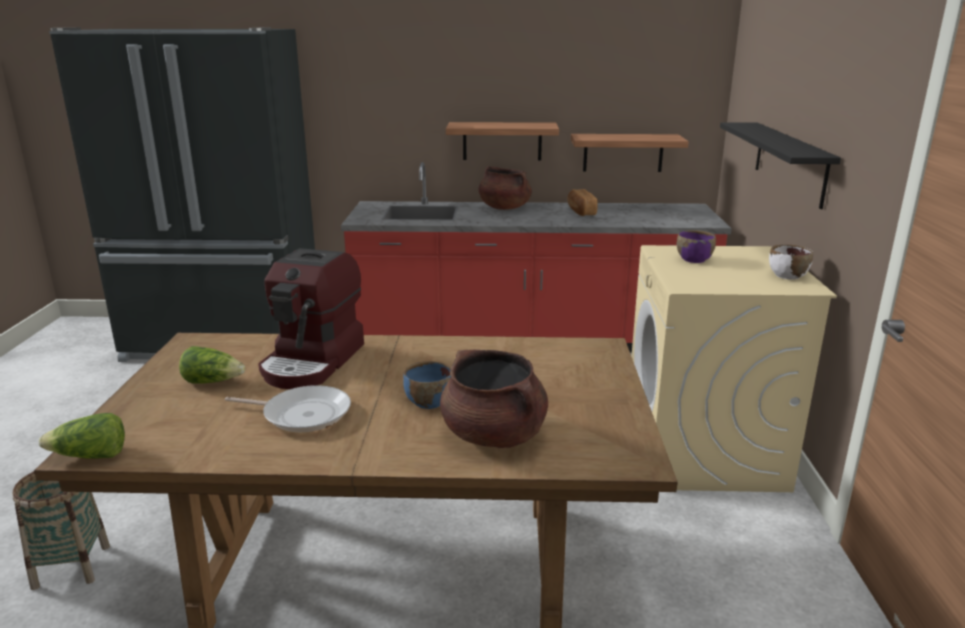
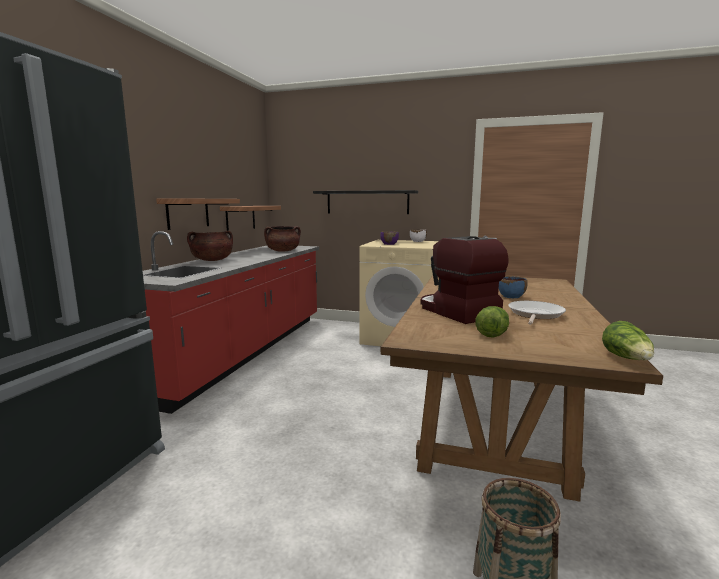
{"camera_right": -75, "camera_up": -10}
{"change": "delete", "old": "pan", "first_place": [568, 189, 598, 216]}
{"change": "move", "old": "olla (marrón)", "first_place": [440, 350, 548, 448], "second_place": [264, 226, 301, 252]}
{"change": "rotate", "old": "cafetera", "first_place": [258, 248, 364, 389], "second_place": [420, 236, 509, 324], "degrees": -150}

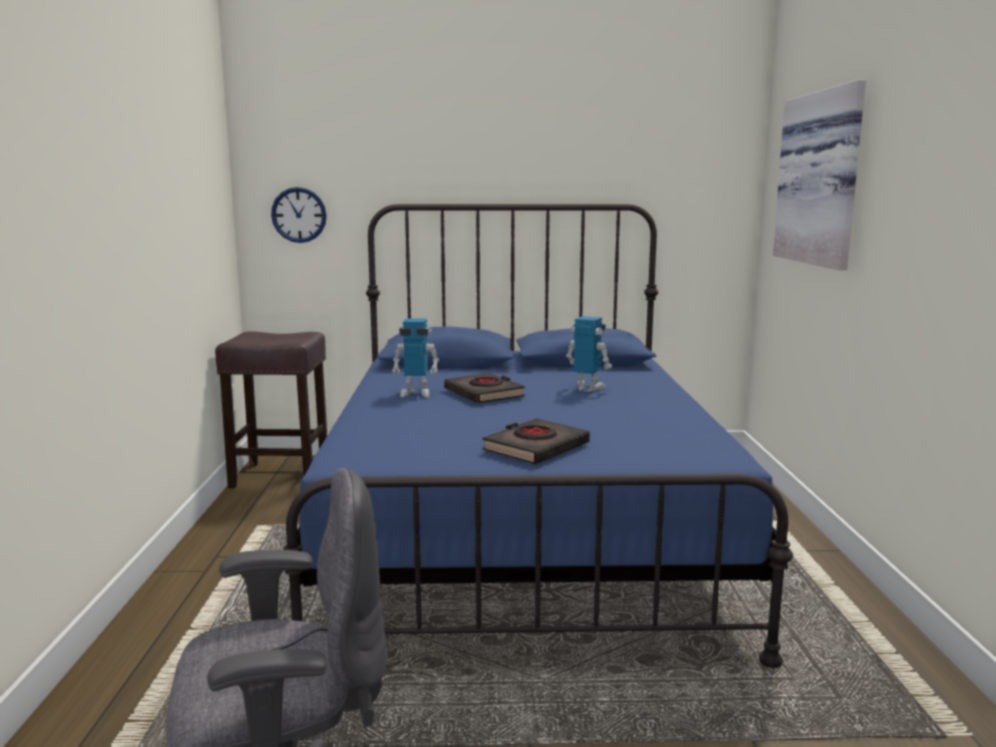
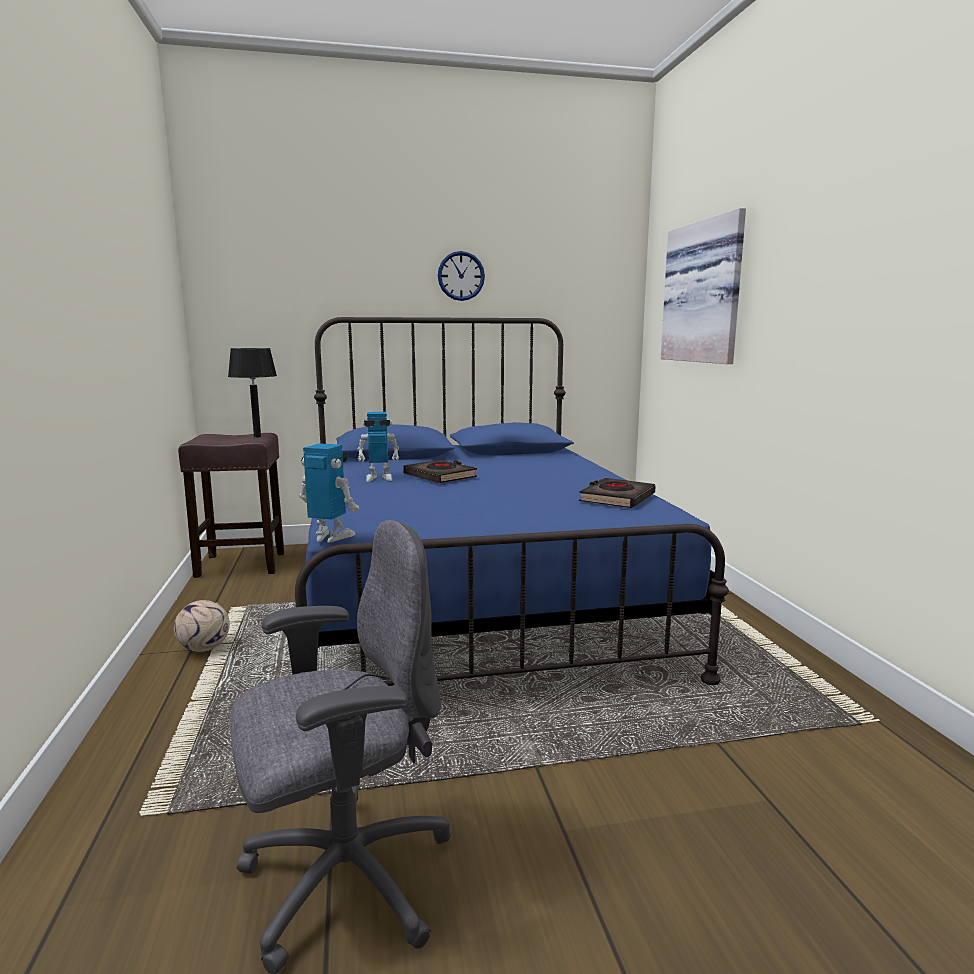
{"camera_right": -10, "camera_up": 0}
{"change": "insert", "new": "balón de fútbol", "second_place": [174, 600, 230, 652]}
{"change": "insert", "new": "lámpara de mesa (negro)", "second_place": [228, 348, 277, 437]}
{"change": "move", "old": "reloj de pared", "first_place": [271, 187, 327, 243], "second_place": [438, 251, 485, 301]}
{"change": "move", "old": "libro (negro)", "first_place": [482, 418, 590, 464], "second_place": [579, 478, 656, 508]}
{"change": "move", "old": "robot de juguete", "first_place": [566, 316, 612, 392], "second_place": [299, 443, 359, 543]}

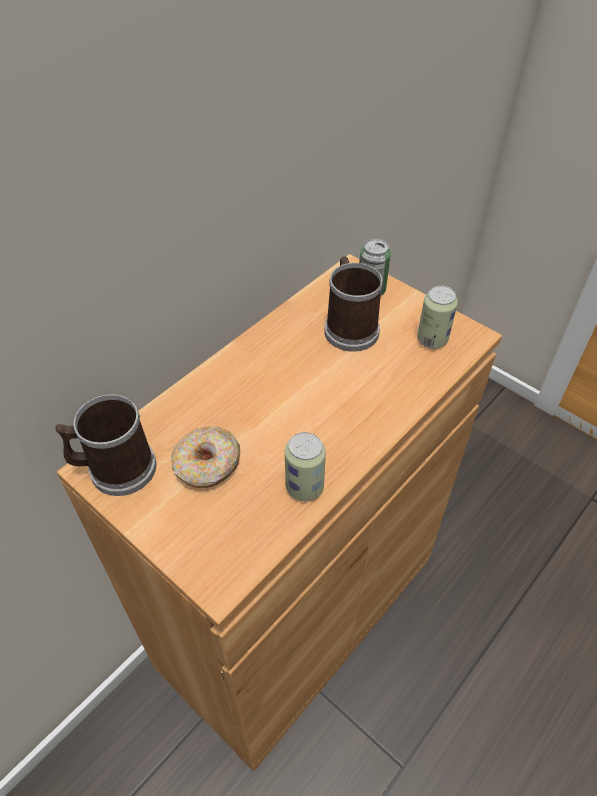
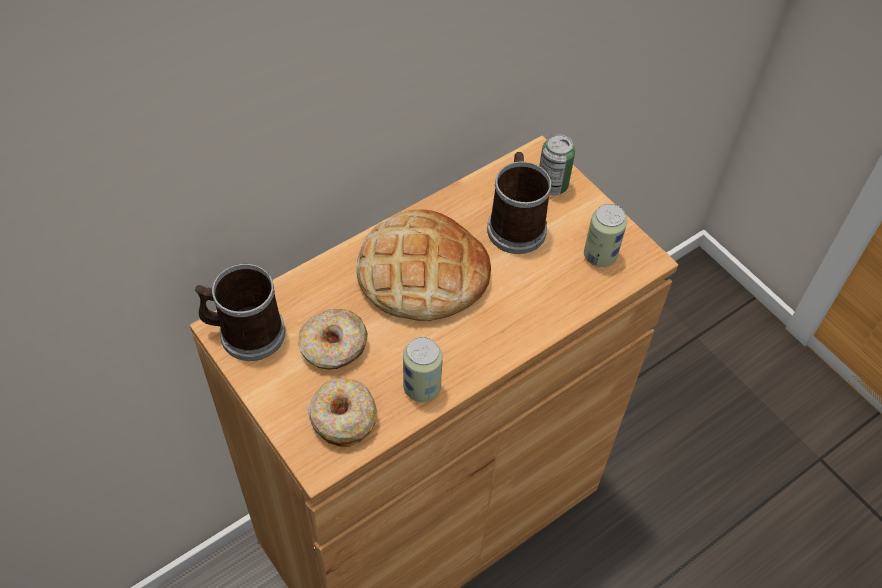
{"camera_right": 10, "camera_up": 5}
{"change": "insert", "new": "rosquilla", "second_place": [308, 378, 377, 447]}
{"change": "insert", "new": "pan", "second_place": [356, 210, 491, 321]}

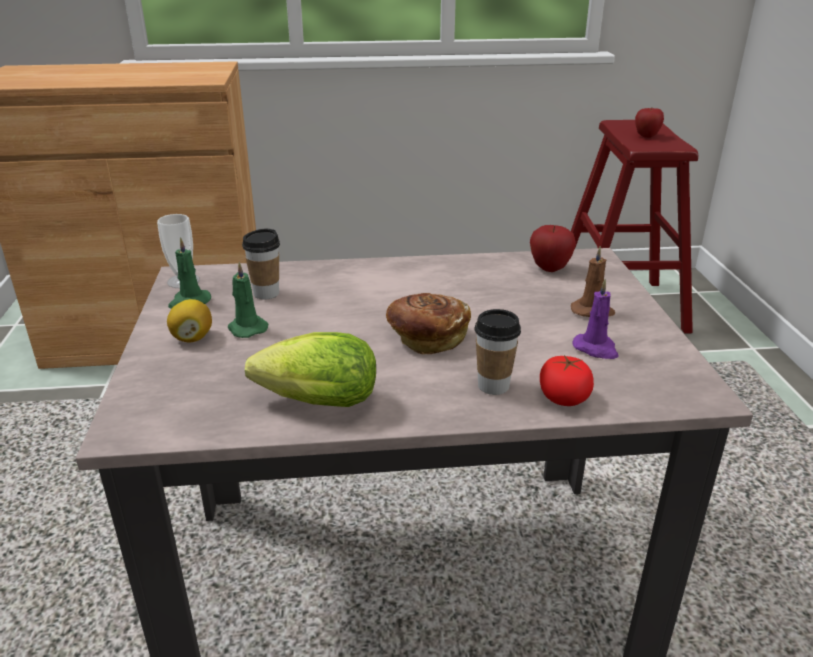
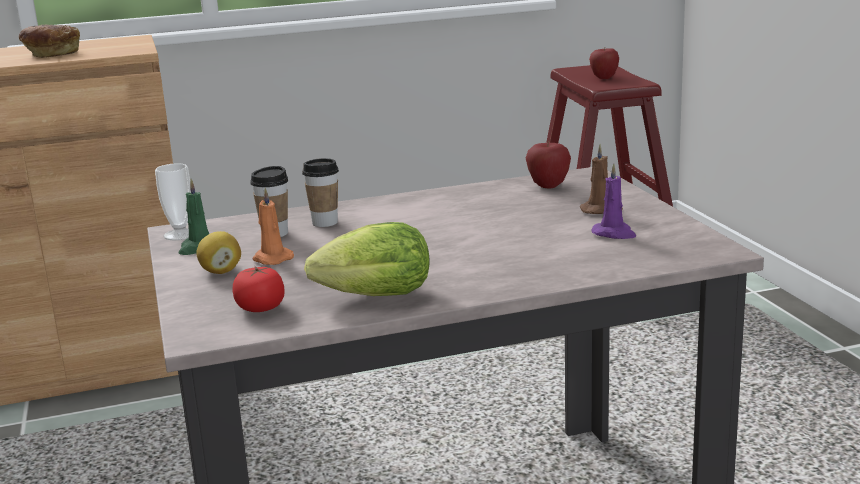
{"camera_right": -10, "camera_up": -10}
{"change": "move", "old": "pan", "first_place": [386, 293, 471, 355], "second_place": [19, 25, 80, 58]}
{"change": "move", "old": "taza", "first_place": [474, 309, 521, 395], "second_place": [302, 158, 339, 227]}
{"change": "move", "old": "tomate", "first_place": [540, 355, 594, 406], "second_place": [233, 266, 285, 312]}
{"change": "recolor", "old": "vela (verde)", "new": "vela (naranja)", "first_place": [228, 262, 268, 338], "second_place": [252, 188, 294, 265]}

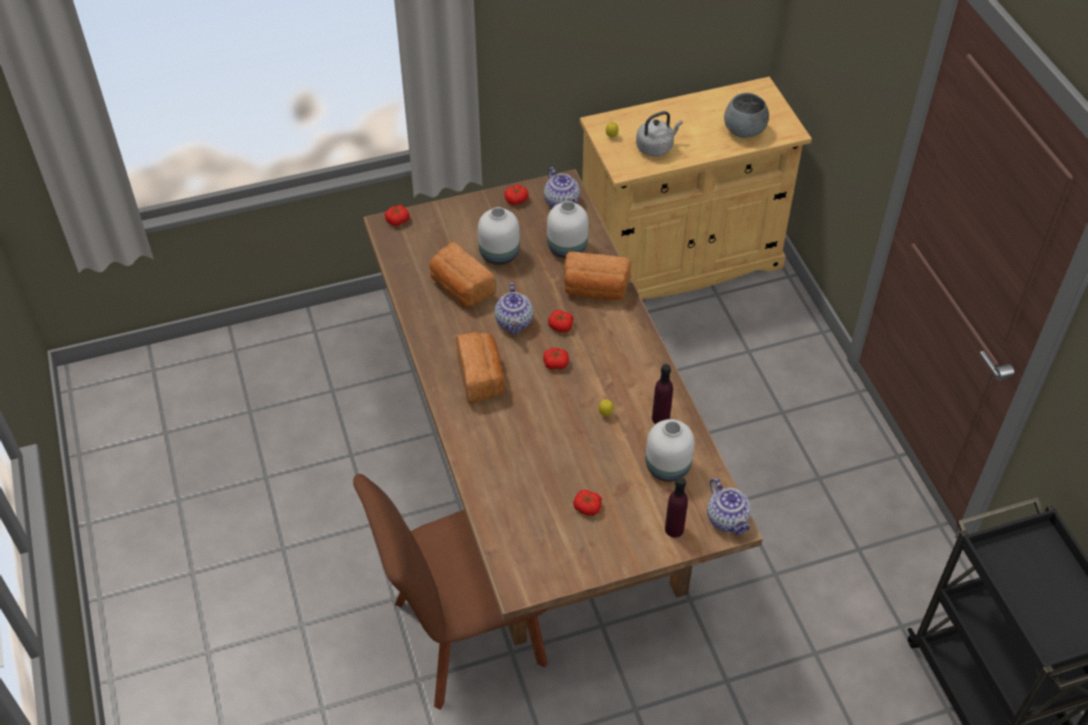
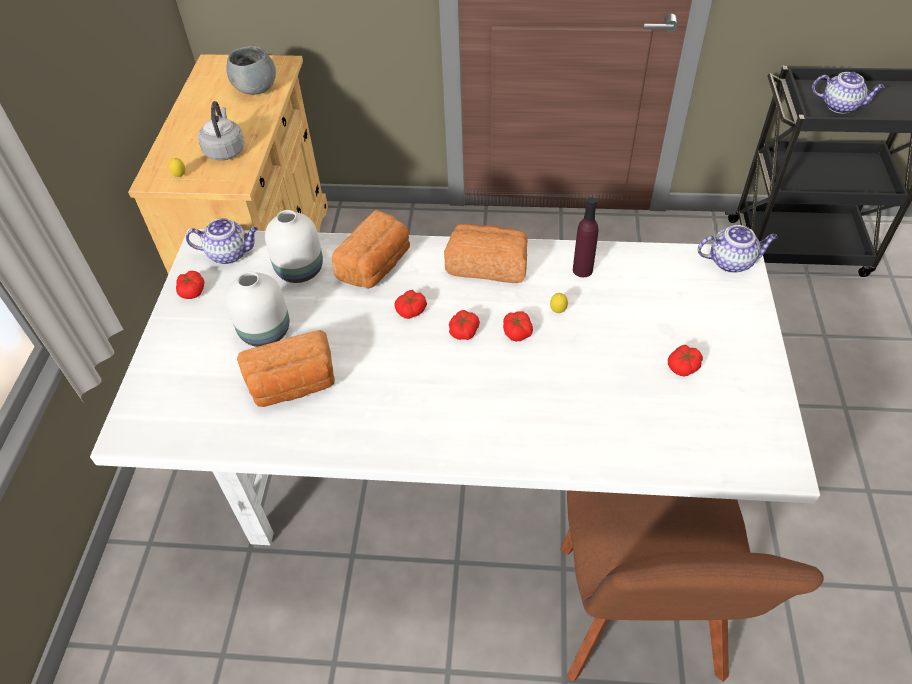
{"camera_right": -65, "camera_up": 0}
{"change": "delete", "old": "florero (blanco)", "first_place": [646, 419, 695, 482]}
{"change": "delete", "old": "botella (morado)", "first_place": [665, 477, 688, 538]}
{"change": "move", "old": "tomate", "first_place": [385, 205, 409, 226], "second_place": [503, 311, 533, 341]}
{"change": "move", "old": "pan", "first_place": [456, 332, 504, 404], "second_place": [444, 224, 528, 283]}
{"change": "move", "old": "tetera", "first_place": [494, 283, 533, 334], "second_place": [812, 72, 885, 113]}
{"change": "recolor", "old": "mesa de comedor (marrón)", "new": "mesa de comedor (blanco)", "first_place": [363, 169, 763, 645], "second_place": [90, 229, 820, 545]}

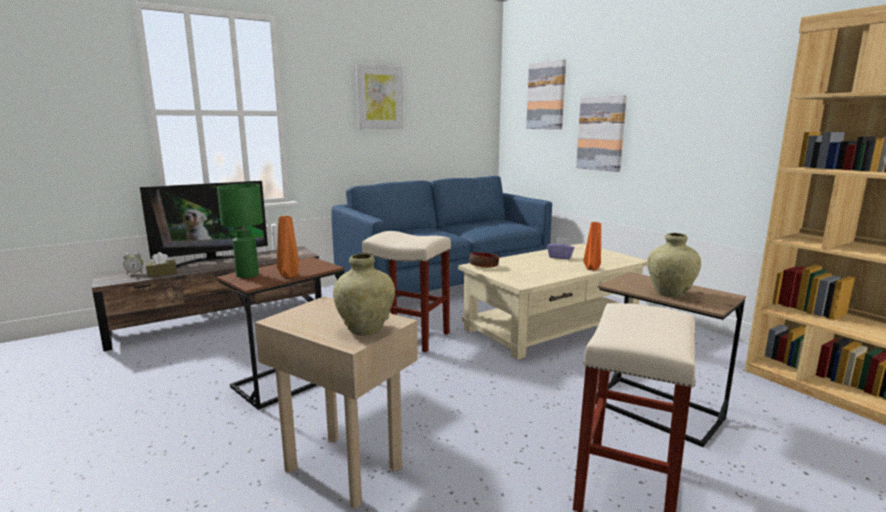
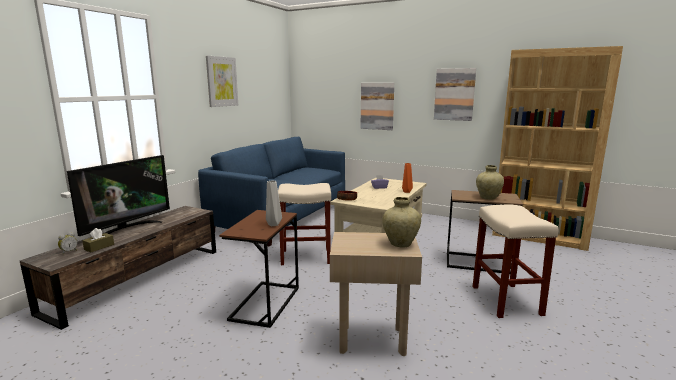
{"camera_right": -30, "camera_up": 0}
{"change": "delete", "old": "lámpara de mesa (verde)", "first_place": [217, 184, 263, 278]}
{"change": "move", "old": "cuadro", "first_place": [526, 59, 566, 129], "second_place": [434, 68, 476, 121]}
{"change": "recolor", "old": "florero (naranja)", "new": "florero (gris)", "first_place": [277, 216, 299, 278], "second_place": [266, 180, 282, 226]}

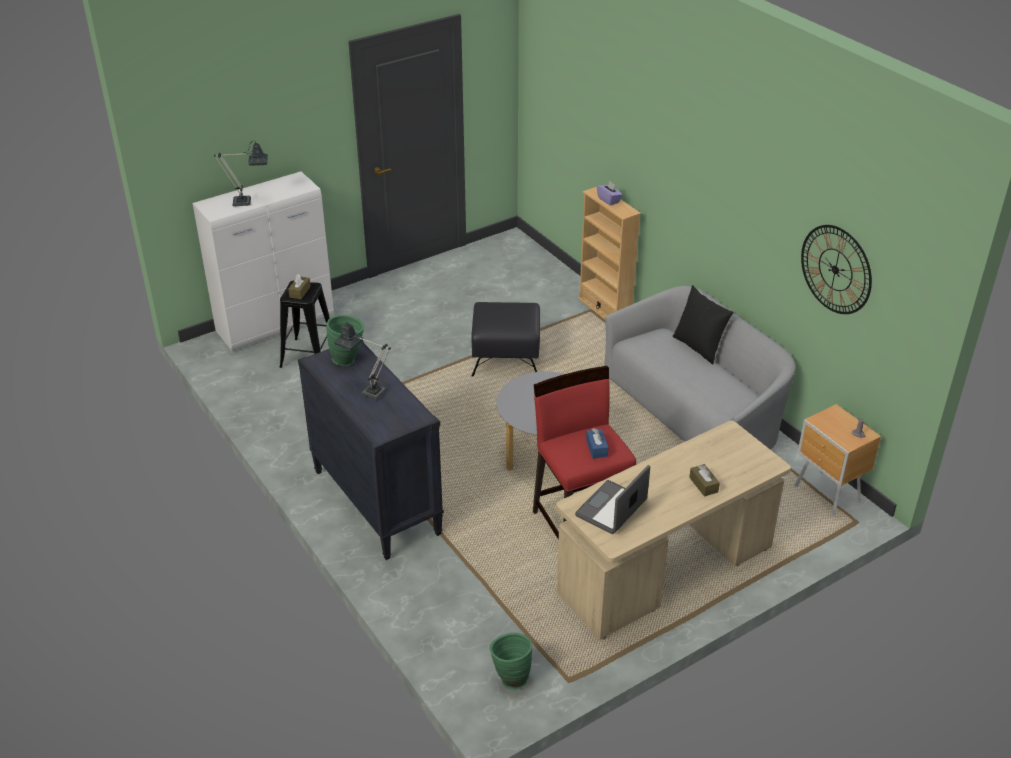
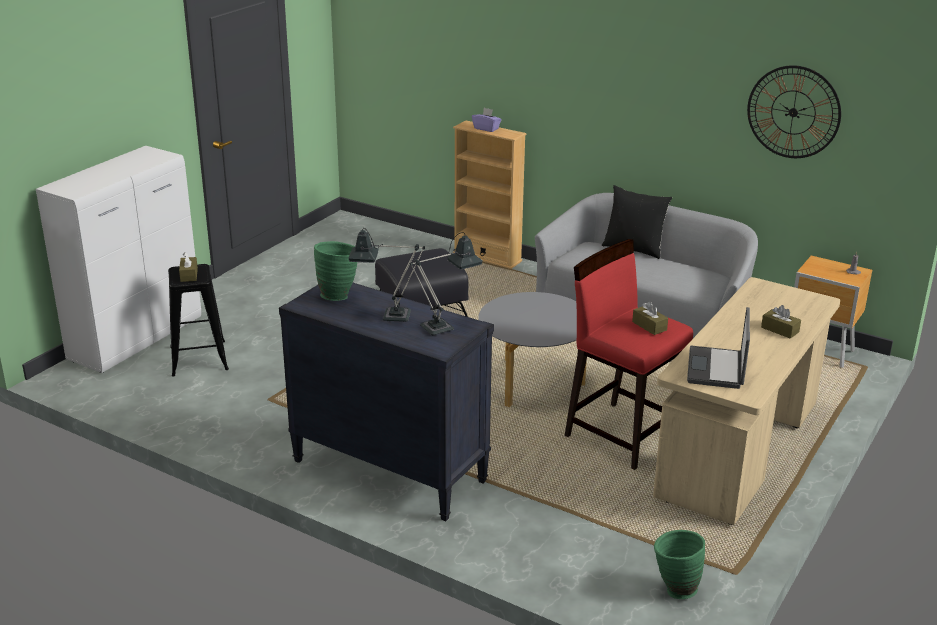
{"camera_right": -25, "camera_up": -10}
{"change": "move", "old": "lámpara de mesa", "first_place": [214, 140, 268, 206], "second_place": [410, 232, 483, 336]}
{"change": "recolor", "old": "caja de pañuelos (azul)", "new": "caja de pañuelos (marrón)", "first_place": [586, 428, 608, 459], "second_place": [632, 301, 668, 335]}

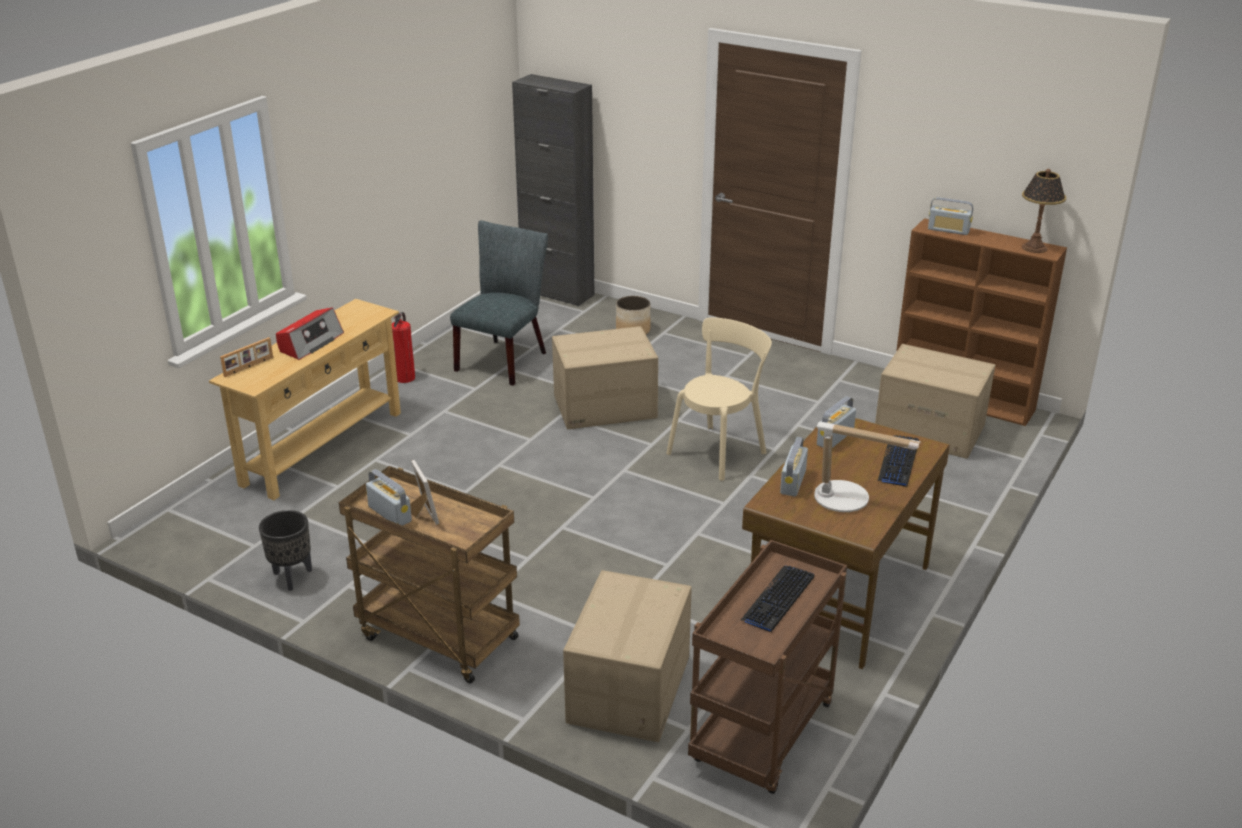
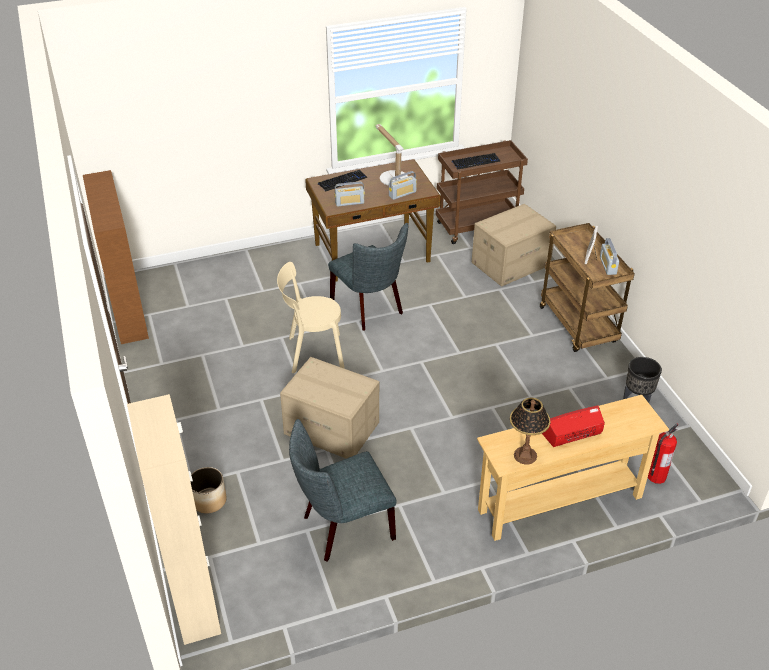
{"camera_right": -140, "camera_up": 10}
{"change": "delete", "old": "portarretratos", "first_place": [220, 337, 273, 377]}
{"change": "delete", "old": "caja de cartón", "first_place": [875, 344, 995, 459]}
{"change": "delete", "old": "radio", "first_place": [928, 197, 973, 235]}
{"change": "insert", "new": "silla (gris)", "second_place": [328, 223, 408, 330]}
{"change": "move", "old": "extintor", "first_place": [392, 312, 415, 383], "second_place": [648, 424, 678, 484]}
{"change": "move", "old": "lámpara de mesa", "first_place": [1022, 169, 1066, 253], "second_place": [510, 398, 551, 464]}
{"change": "recolor", "old": "armario (negro)", "new": "armario (beis)", "first_place": [512, 74, 594, 306], "second_place": [127, 394, 221, 645]}

